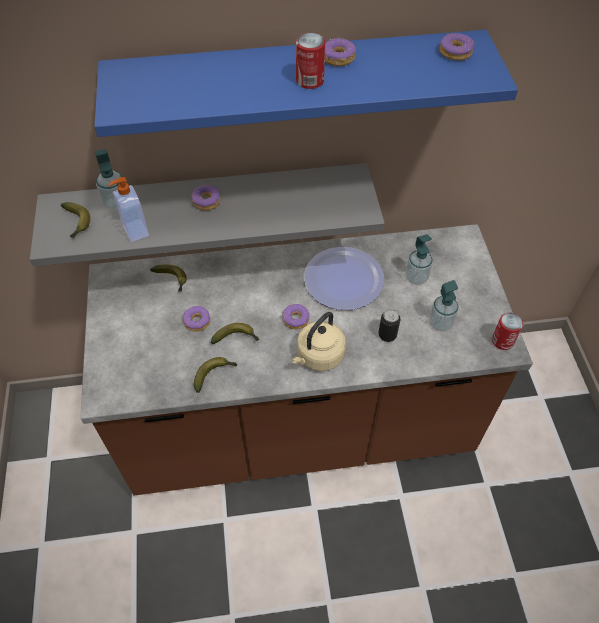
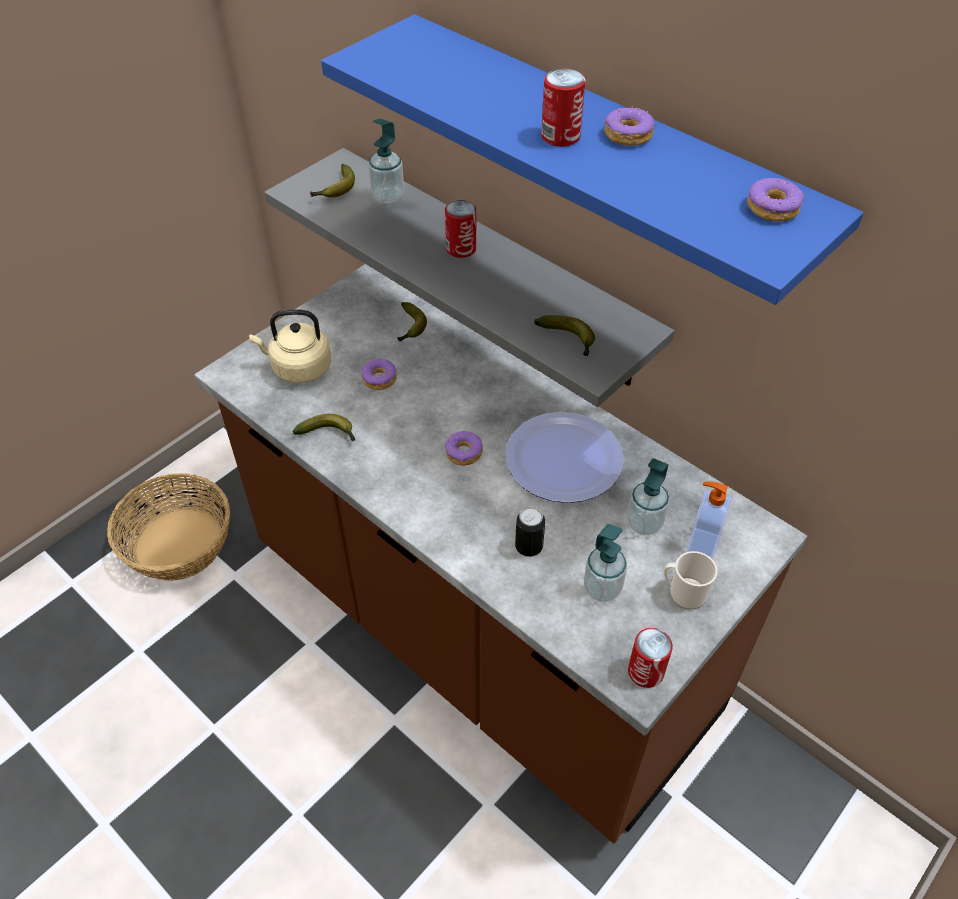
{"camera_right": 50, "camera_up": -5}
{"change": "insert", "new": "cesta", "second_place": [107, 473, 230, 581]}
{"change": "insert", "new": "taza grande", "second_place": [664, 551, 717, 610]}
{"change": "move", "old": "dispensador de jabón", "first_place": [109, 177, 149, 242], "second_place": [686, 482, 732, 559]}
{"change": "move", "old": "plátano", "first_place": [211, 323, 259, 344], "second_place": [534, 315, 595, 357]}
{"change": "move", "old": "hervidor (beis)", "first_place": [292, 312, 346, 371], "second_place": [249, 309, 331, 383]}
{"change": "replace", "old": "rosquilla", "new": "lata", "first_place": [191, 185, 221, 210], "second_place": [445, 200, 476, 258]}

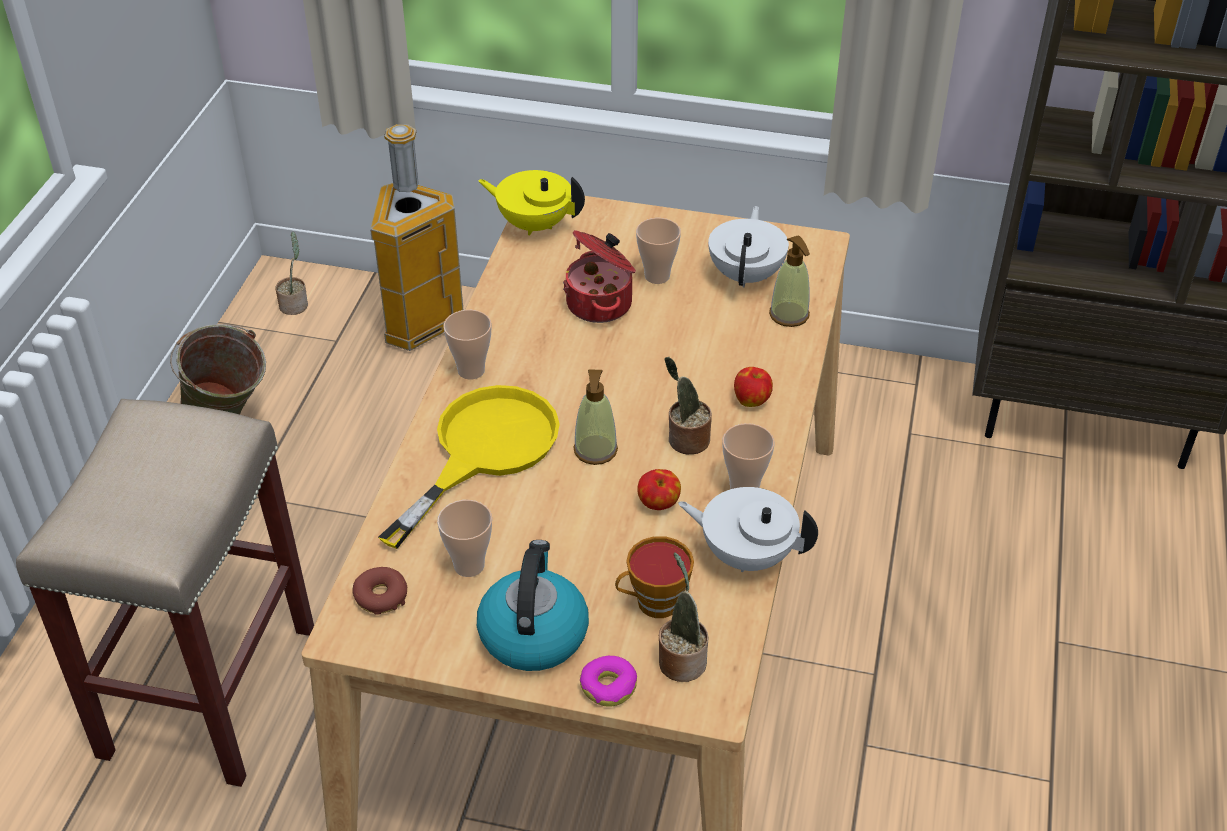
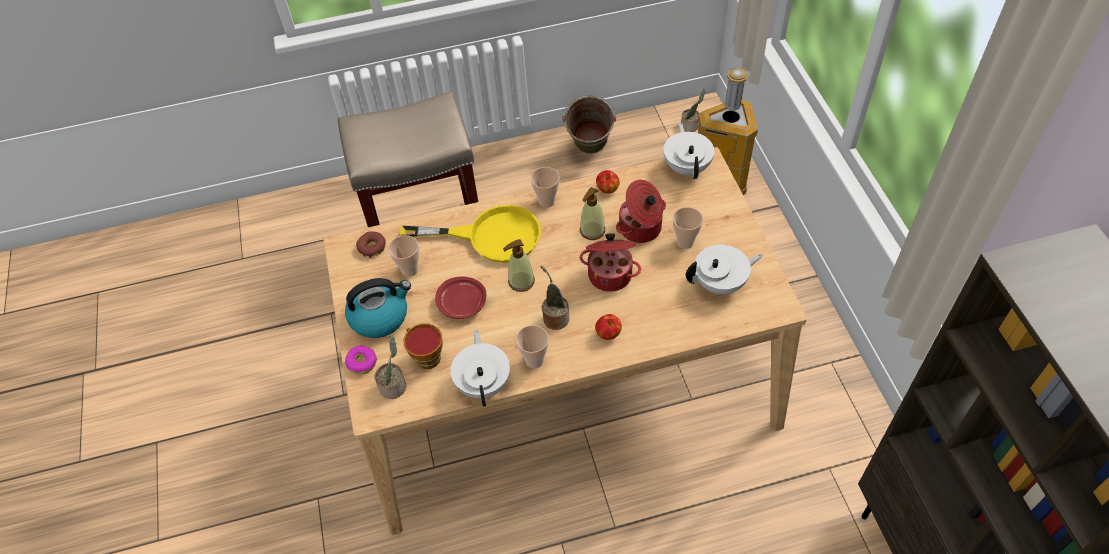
{"camera_right": 65, "camera_up": 10}
{"change": "insert", "new": "plato (rojo)", "second_place": [435, 276, 486, 319]}
{"change": "insert", "new": "olla", "second_place": [580, 233, 641, 292]}
{"change": "move", "old": "manzana", "first_place": [637, 469, 681, 510], "second_place": [596, 170, 620, 194]}
{"change": "move", "old": "dispensador de jabón", "first_place": [769, 236, 810, 327], "second_place": [580, 187, 605, 240]}
{"change": "recolor", "old": "tetera (amarillo)", "new": "tetera (blanco)", "first_place": [478, 170, 585, 235], "second_place": [663, 122, 714, 179]}

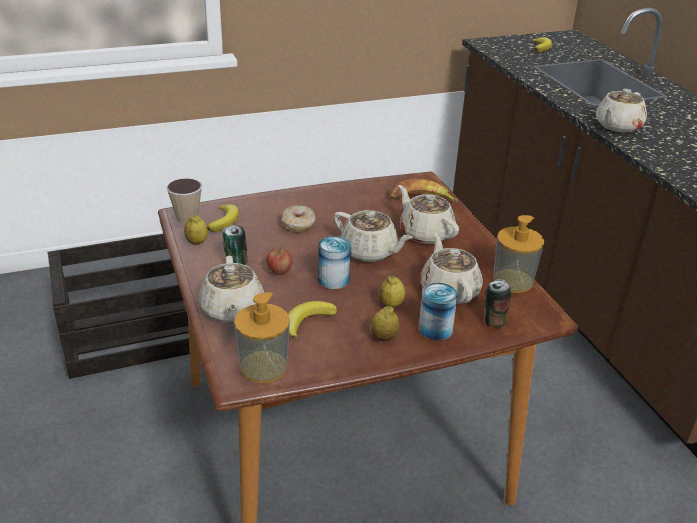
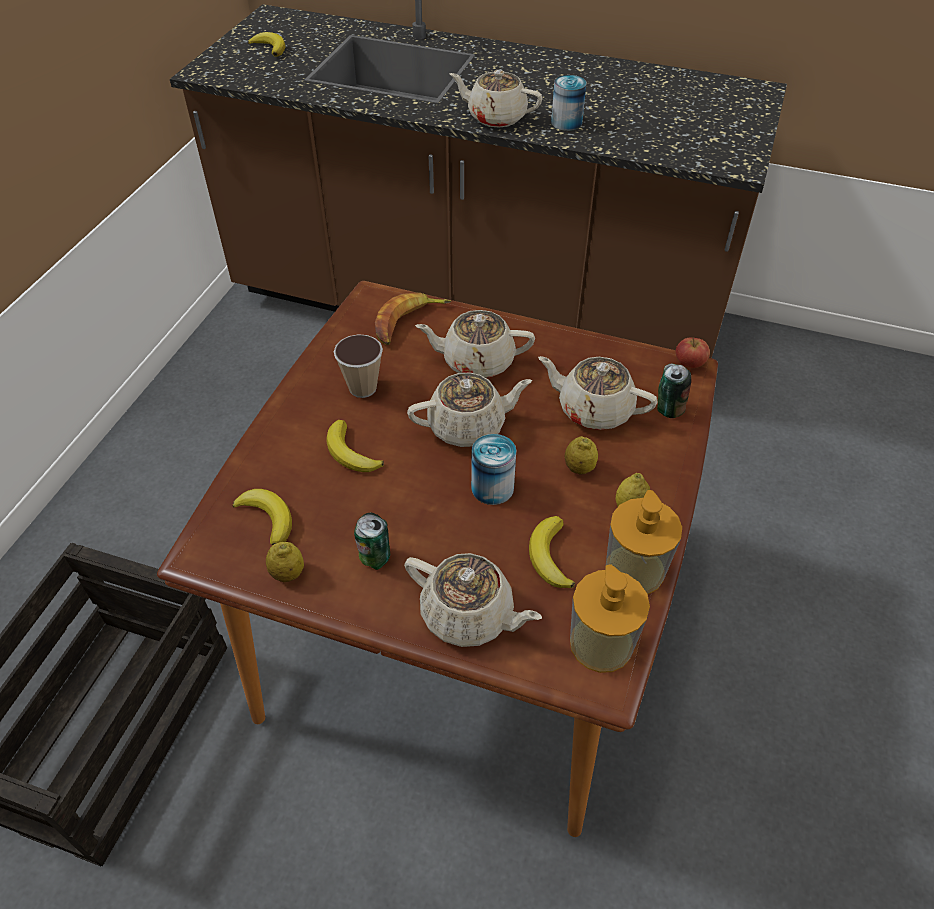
{"camera_right": -50, "camera_up": 15}
{"change": "move", "old": "taza", "first_place": [167, 178, 202, 224], "second_place": [334, 334, 383, 398]}
{"change": "move", "old": "manzana", "first_place": [266, 247, 293, 275], "second_place": [675, 337, 710, 368]}
{"change": "move", "old": "lata", "first_place": [419, 283, 458, 341], "second_place": [551, 75, 586, 131]}
{"change": "move", "old": "dispensador de jabón", "first_place": [493, 215, 544, 293], "second_place": [605, 490, 682, 595]}
{"change": "replace", "old": "rosquilla", "new": "plátano", "first_place": [281, 205, 316, 232], "second_place": [326, 420, 384, 472]}
{"change": "rotate", "old": "tetera (beis)", "first_place": [596, 89, 647, 133], "second_place": [449, 70, 542, 127], "degrees": 120}

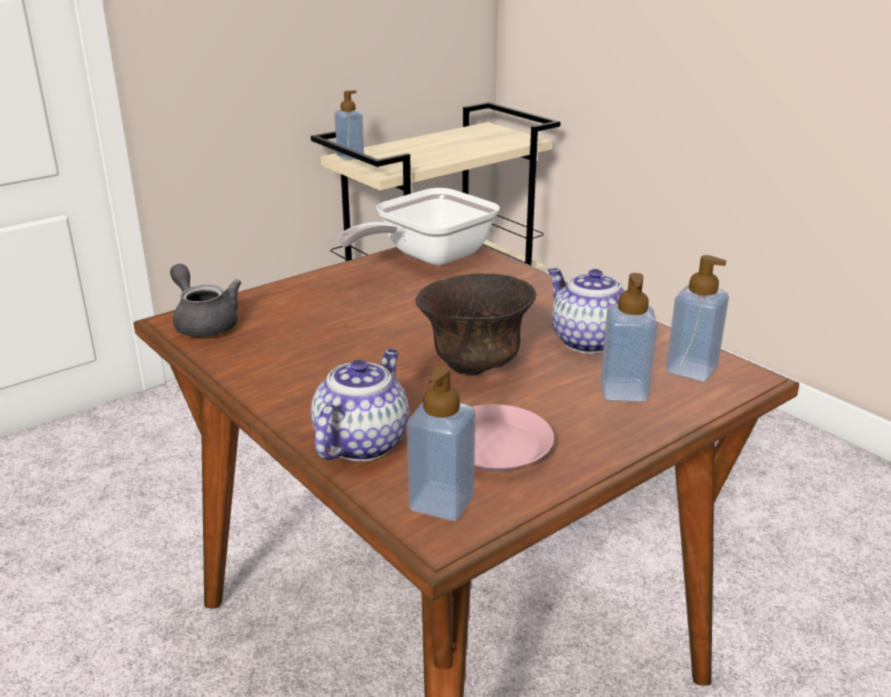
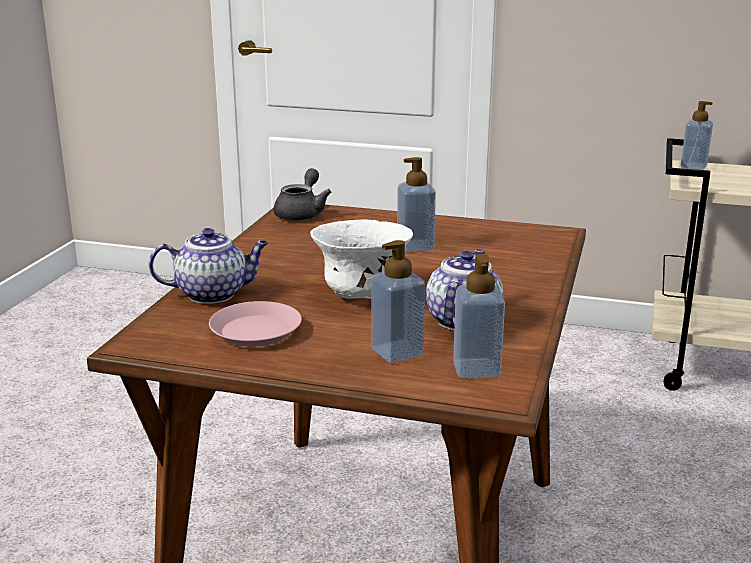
{"camera_right": 55, "camera_up": -5}
{"change": "delete", "old": "sartén", "first_place": [337, 188, 500, 266]}
{"change": "move", "old": "dispensador de jabón", "first_place": [407, 365, 475, 521], "second_place": [397, 157, 436, 252]}
{"change": "recolor", "old": "cuenco (marrón)", "new": "cuenco (blanco)", "first_place": [415, 274, 536, 375], "second_place": [310, 219, 413, 299]}

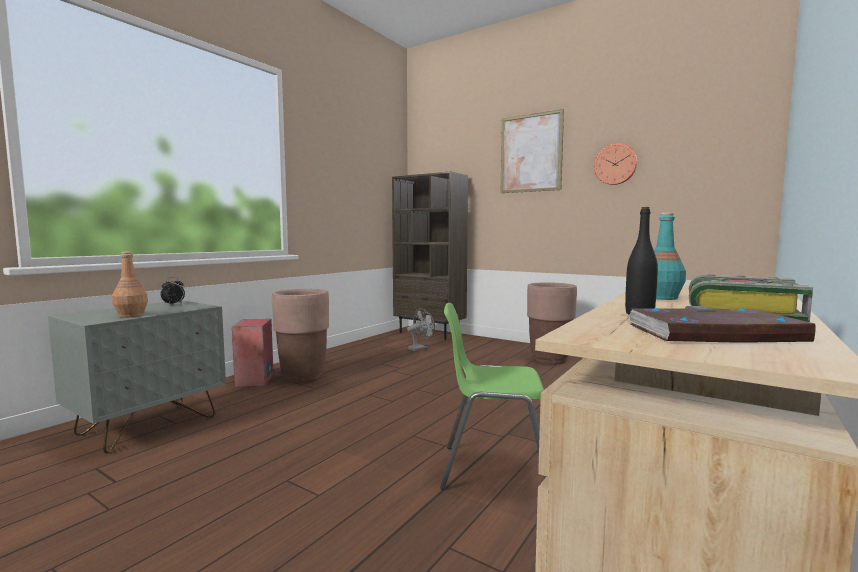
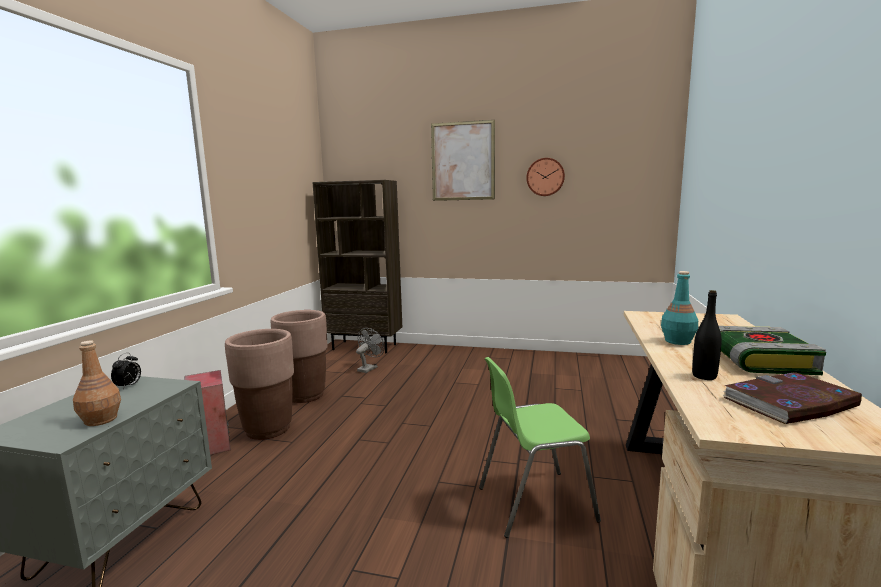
{"camera_right": -20, "camera_up": 5}
{"change": "move", "old": "maceta (marrón)", "first_place": [527, 282, 577, 364], "second_place": [271, 310, 328, 403]}

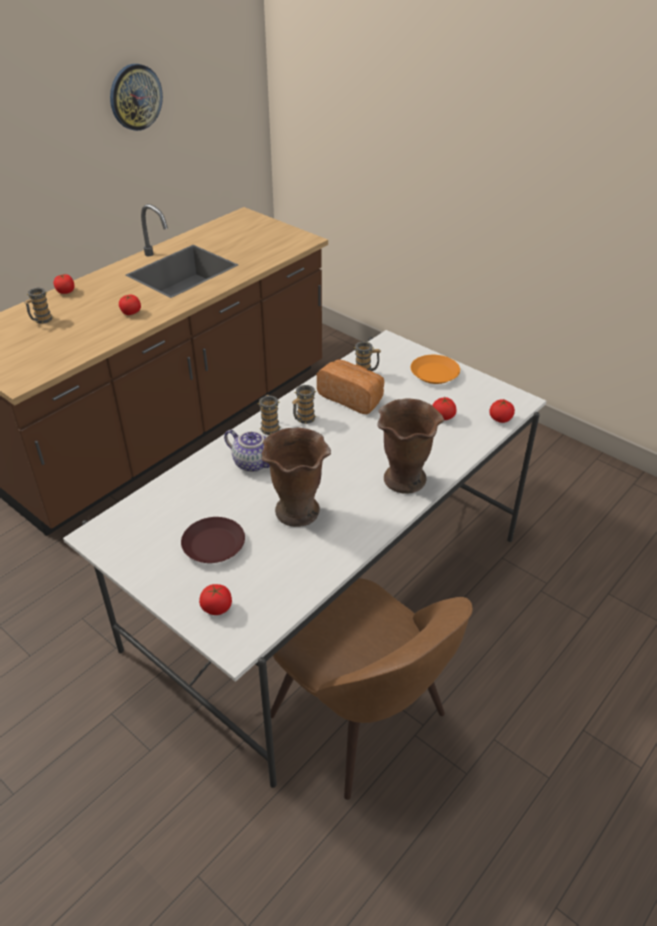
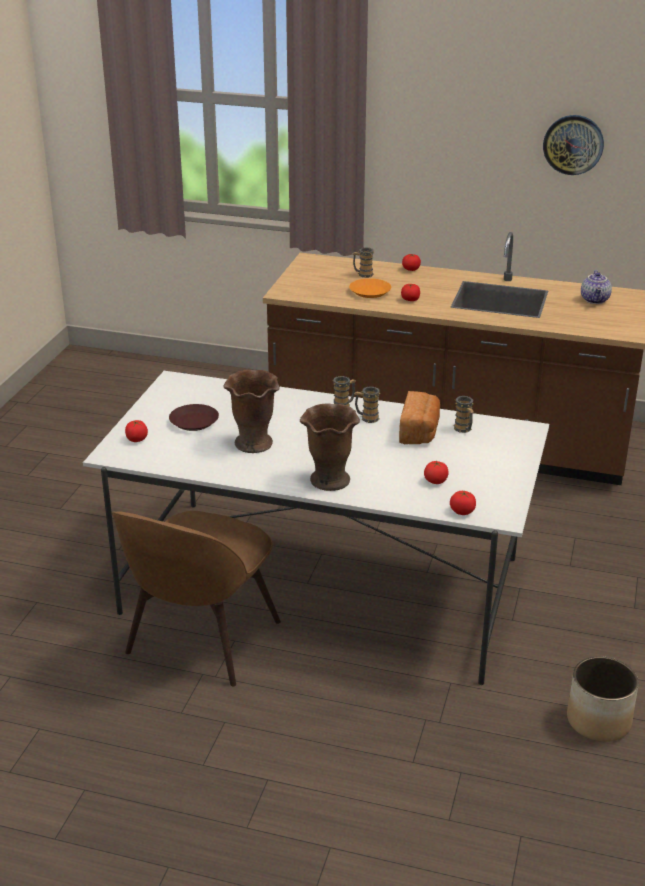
{"camera_right": 65, "camera_up": -10}
{"change": "insert", "new": "maceta", "second_place": [567, 656, 639, 742]}
{"change": "move", "old": "tetera", "first_place": [224, 430, 270, 472], "second_place": [581, 270, 612, 304]}
{"change": "move", "old": "plato (naranja)", "first_place": [411, 355, 460, 384], "second_place": [349, 278, 391, 298]}

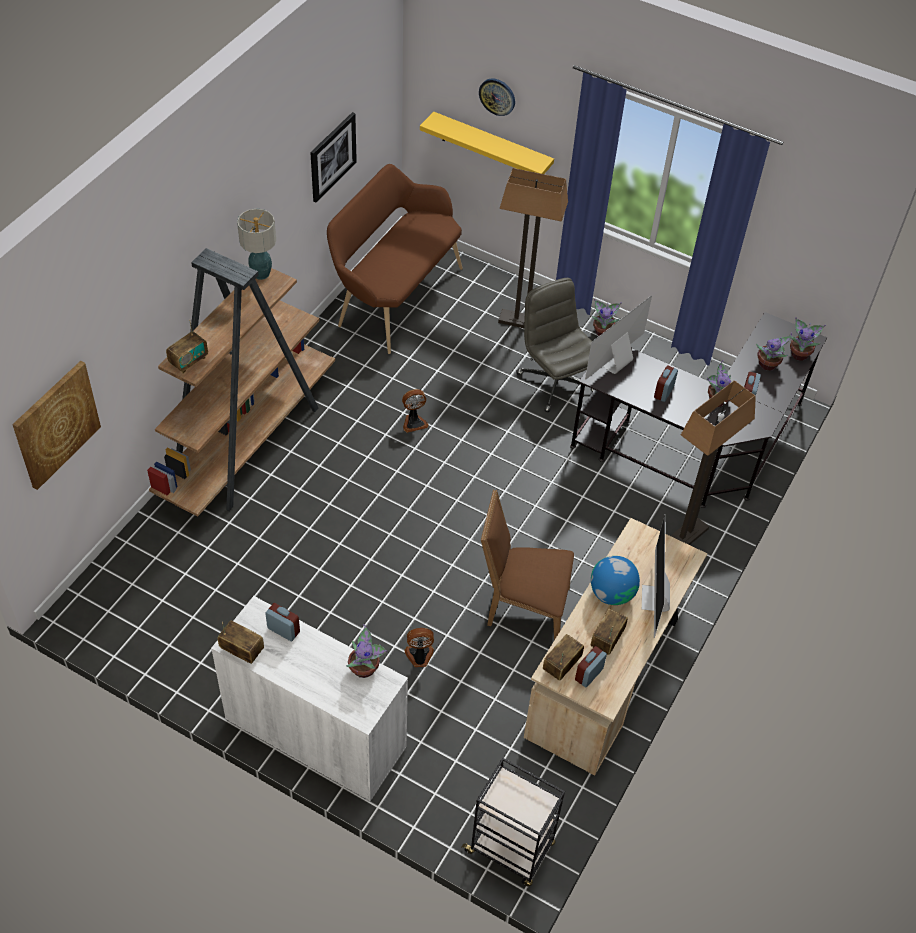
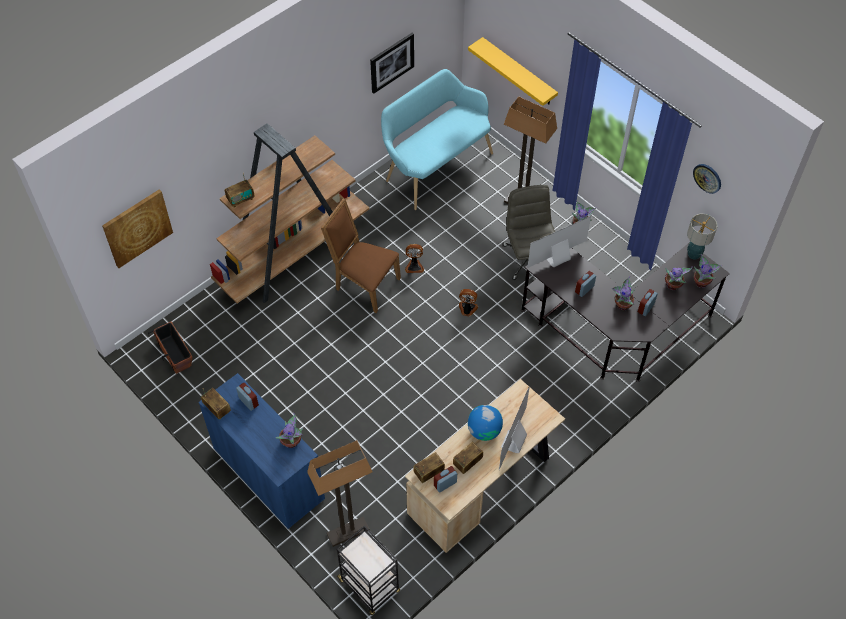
{"camera_right": 20, "camera_up": 5}
{"change": "insert", "new": "maceta", "second_place": [148, 322, 193, 374]}
{"change": "move", "old": "lámpara de mesa", "first_place": [237, 208, 276, 280], "second_place": [687, 214, 718, 260]}
{"change": "move", "old": "ventilador", "first_place": [404, 628, 434, 667], "second_place": [459, 289, 478, 317]}
{"change": "move", "old": "reloj de pared", "first_place": [479, 78, 515, 116], "second_place": [693, 164, 721, 194]}
{"change": "move", "old": "silla (marrón)", "first_place": [481, 489, 574, 640], "second_place": [321, 198, 401, 313]}
{"change": "move", "old": "lámpara de pie", "first_place": [671, 380, 756, 545], "second_place": [307, 440, 372, 547]}
{"change": "recolor", "old": "armario (blanco)", "new": "armario (azul)", "first_place": [211, 596, 408, 801], "second_place": [198, 373, 325, 529]}
{"change": "recolor", "old": "banco (marrón)", "new": "banco (turquesa)", "first_place": [327, 164, 463, 354], "second_place": [381, 69, 493, 210]}

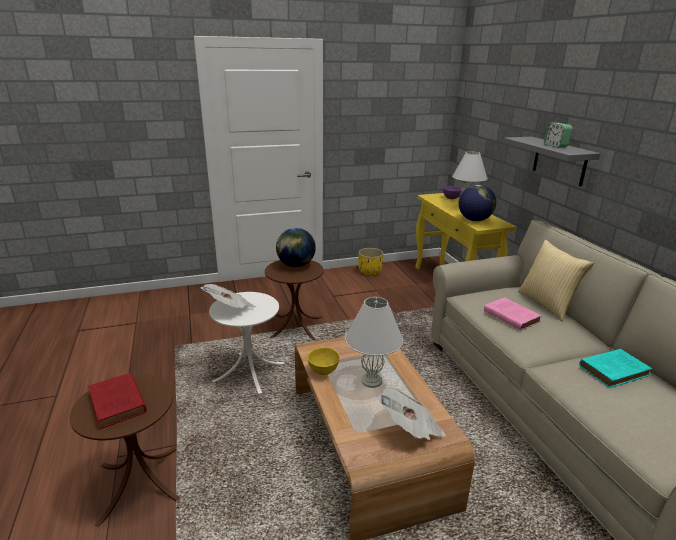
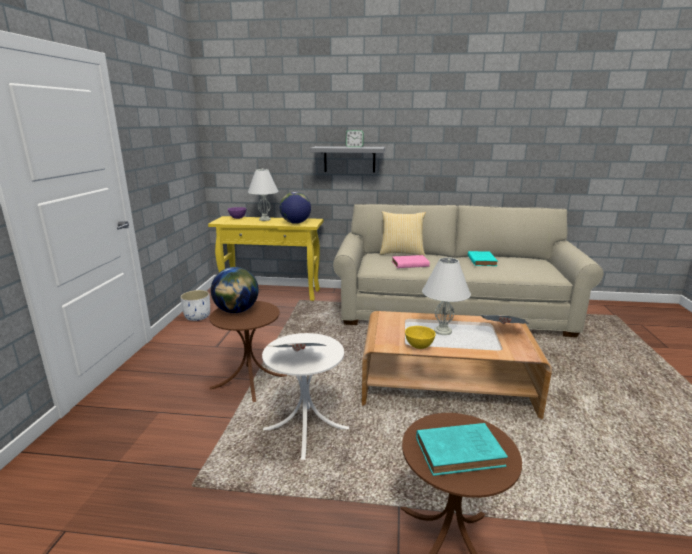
{"camera_right": -65, "camera_up": -5}
{"change": "recolor", "old": "libro (rojo)", "new": "libro (turquesa)", "first_place": [88, 373, 147, 429], "second_place": [416, 423, 508, 476]}
{"change": "recolor", "old": "maceta (amarillo)", "new": "maceta (blanco)", "first_place": [359, 248, 384, 276], "second_place": [180, 290, 210, 321]}

